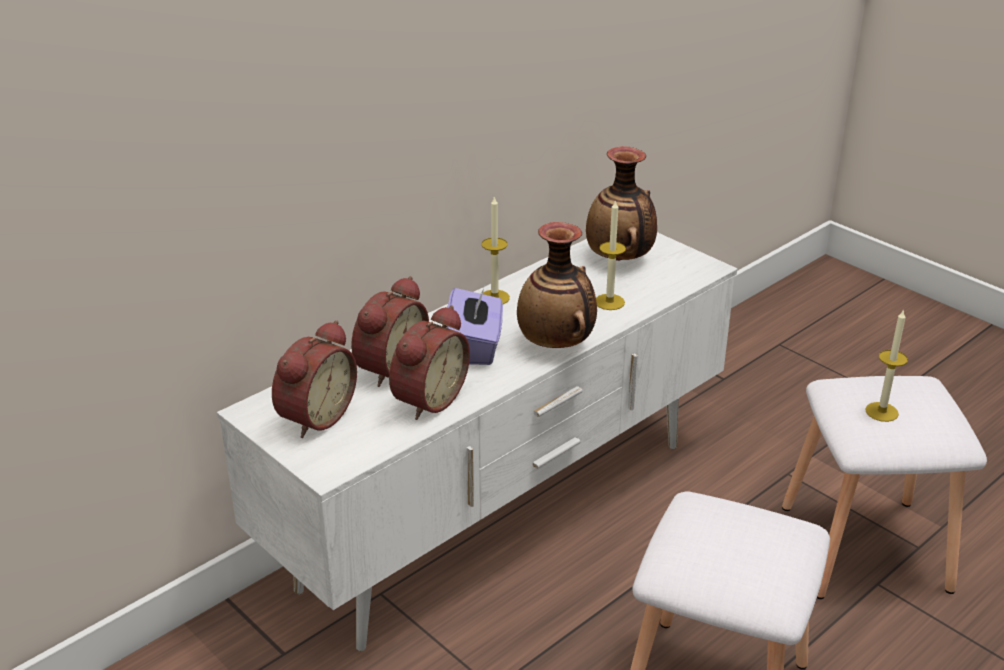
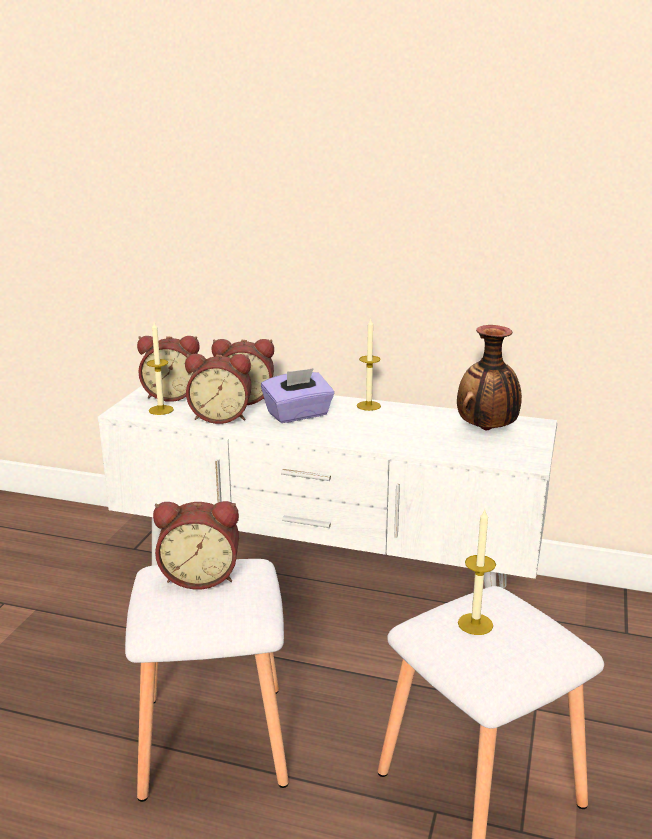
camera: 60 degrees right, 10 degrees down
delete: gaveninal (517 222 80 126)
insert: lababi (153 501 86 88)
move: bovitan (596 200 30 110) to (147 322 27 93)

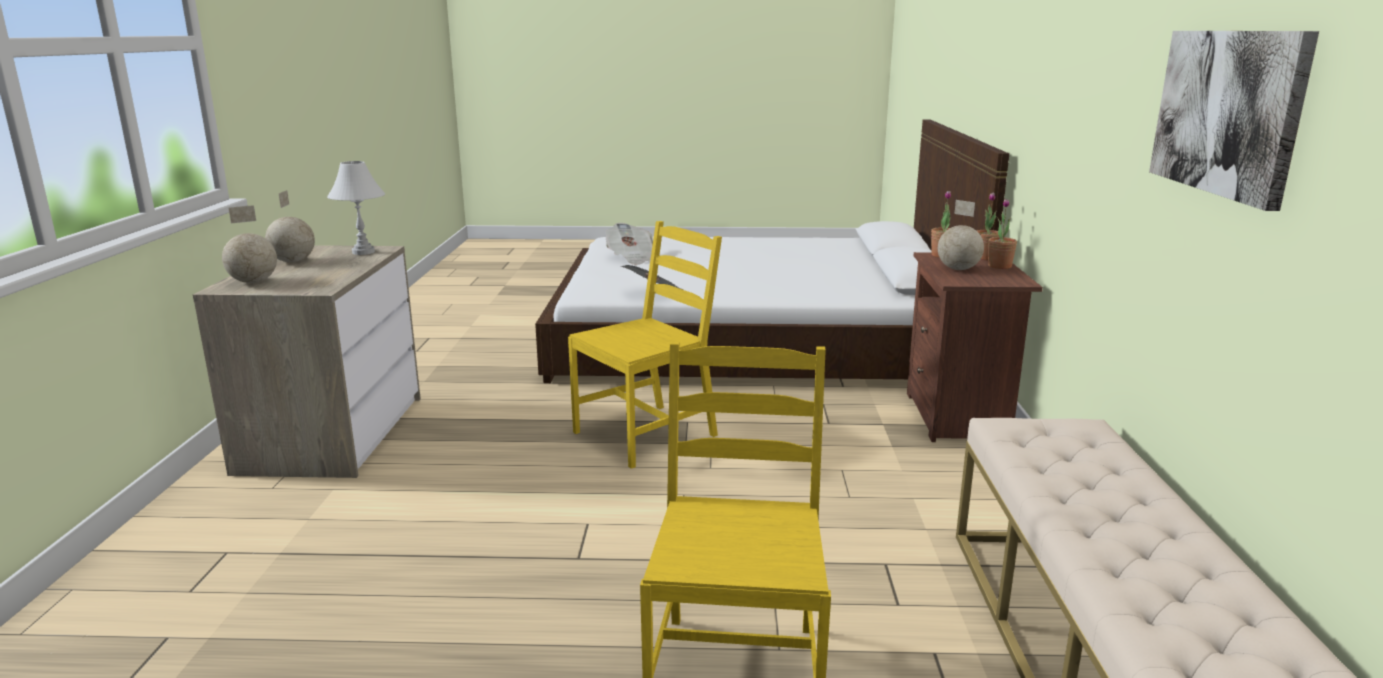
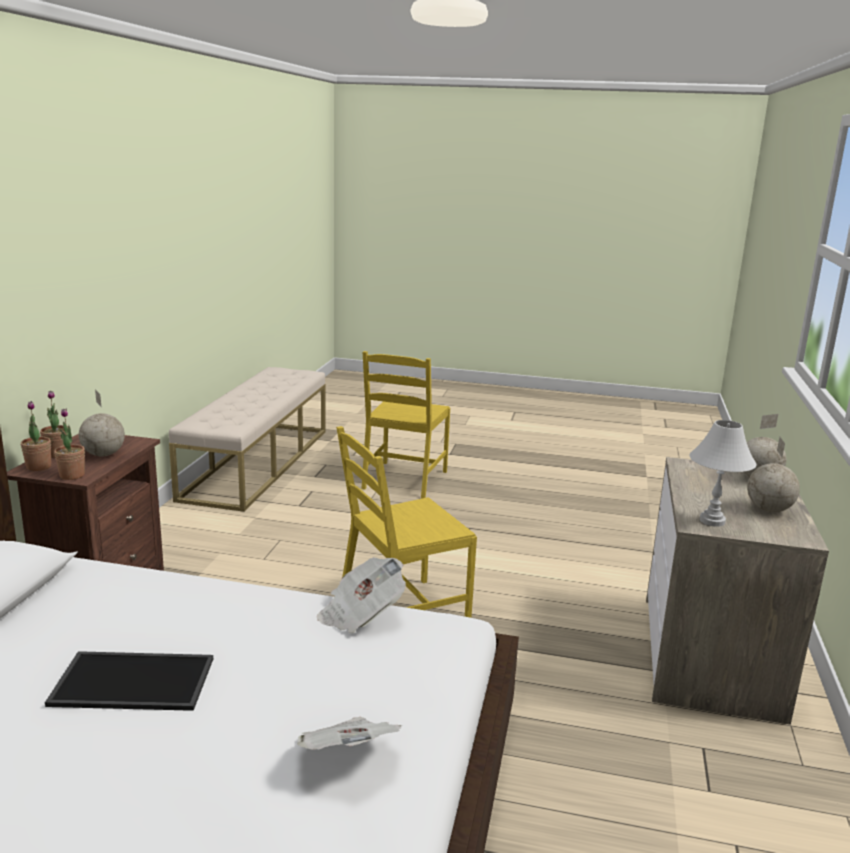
camera: 170 degrees left, 0 degrees up
delete: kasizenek (1149 31 170 180)
insert: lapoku (45 651 168 60)

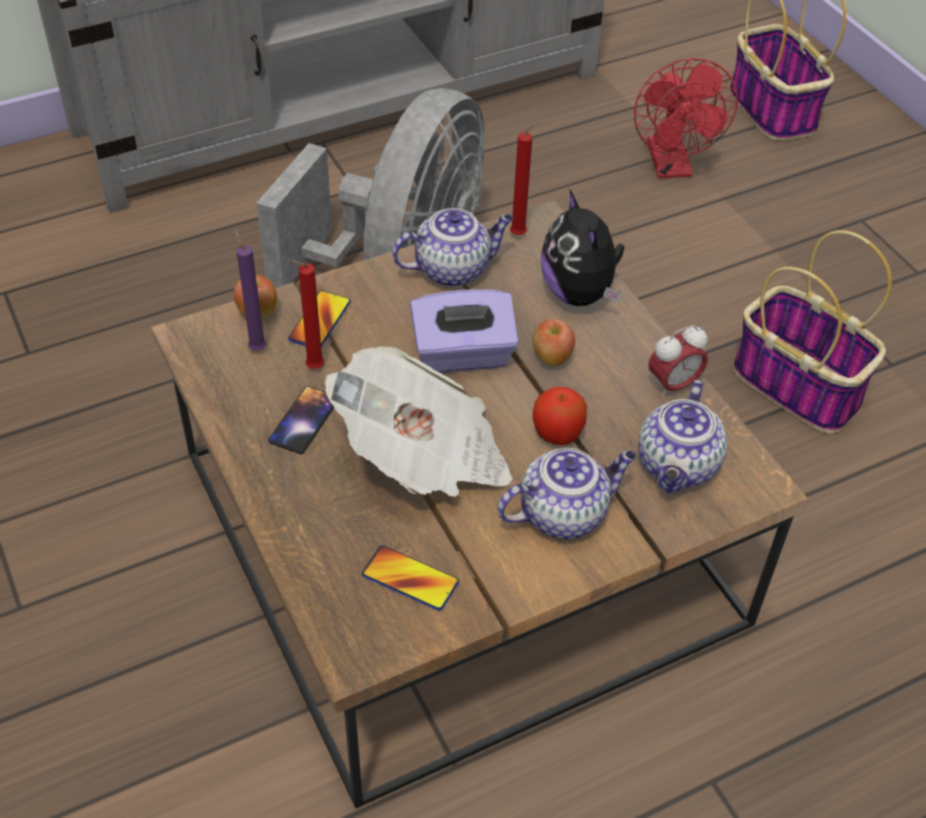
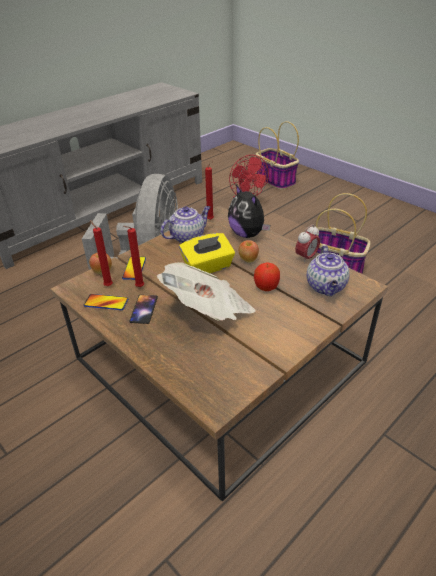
camera: 15 degrees left, 10 degrees down
delete: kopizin (497 448 139 91)
move: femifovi (362 545 97 65) to (84 294 44 16)
recolor: bovitan (purple) (235 229 32 122) to bovitan (red) (90 220 23 66); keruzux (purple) (410 289 109 84) to keruzux (yellow) (179 233 56 40)

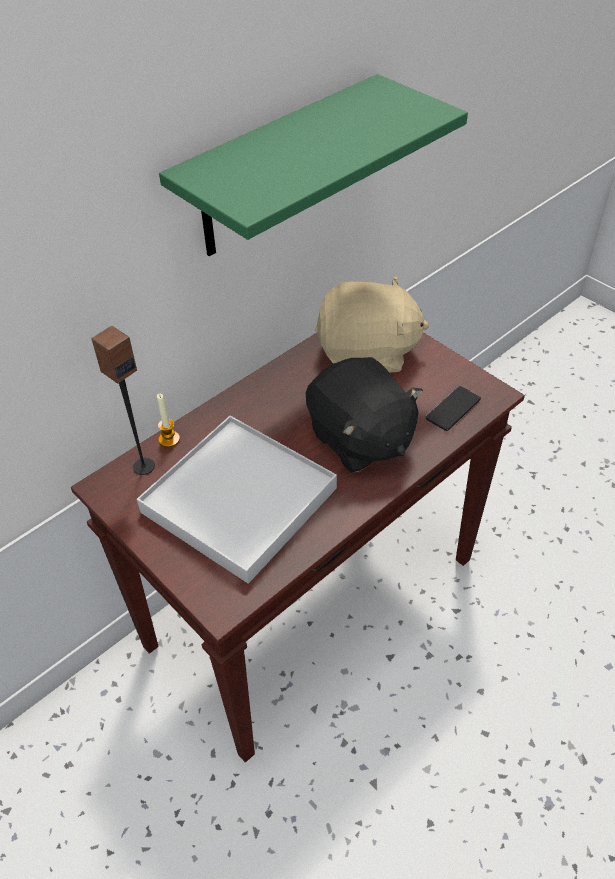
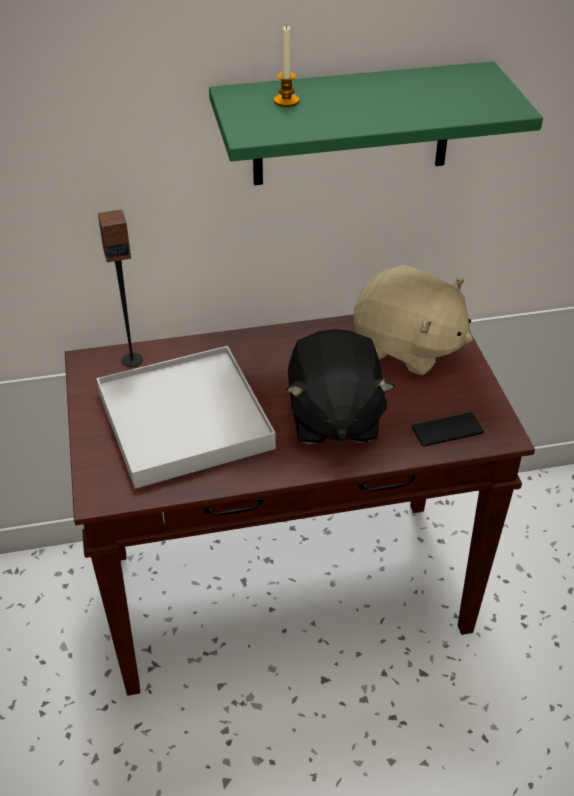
camera: 30 degrees right, 5 degrees down
move: bovitan (157 394 23 53) to (274 25 25 82)

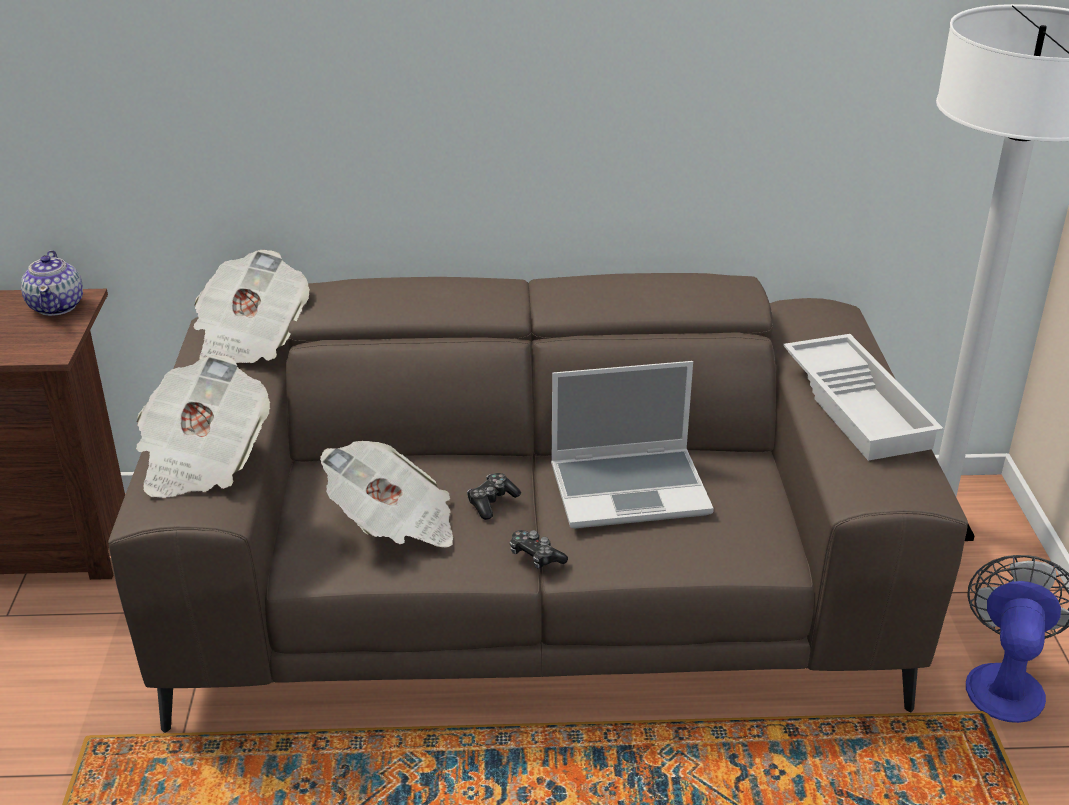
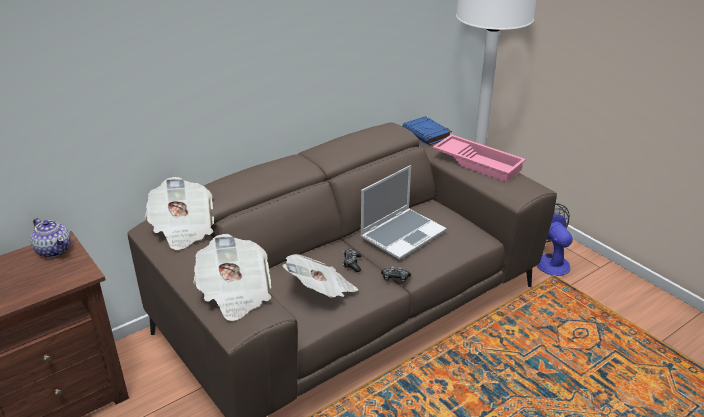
camera: 35 degrees left, 0 degrees up
insert: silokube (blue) (403 116 49 29)
recolor: lapoku (white) (783 334 161 127) to lapoku (pink) (433 134 93 49)

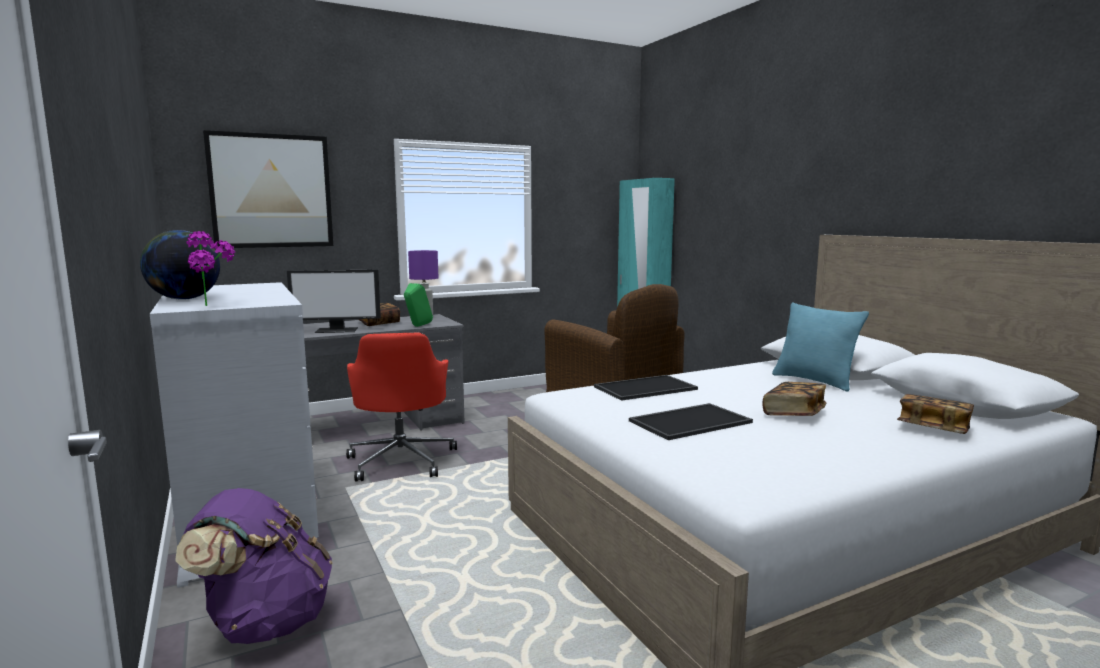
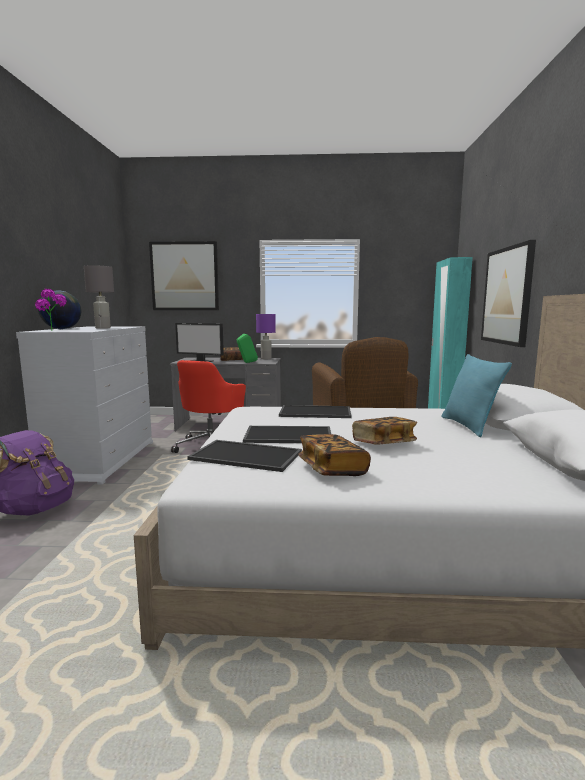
camera: 30 degrees right, 0 degrees up
insert: kasizenek (481 240 55 107); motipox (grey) (84 265 30 64); lapoku (187 440 115 32)
move: silokube (897 394 77 40) to (298 434 73 42)

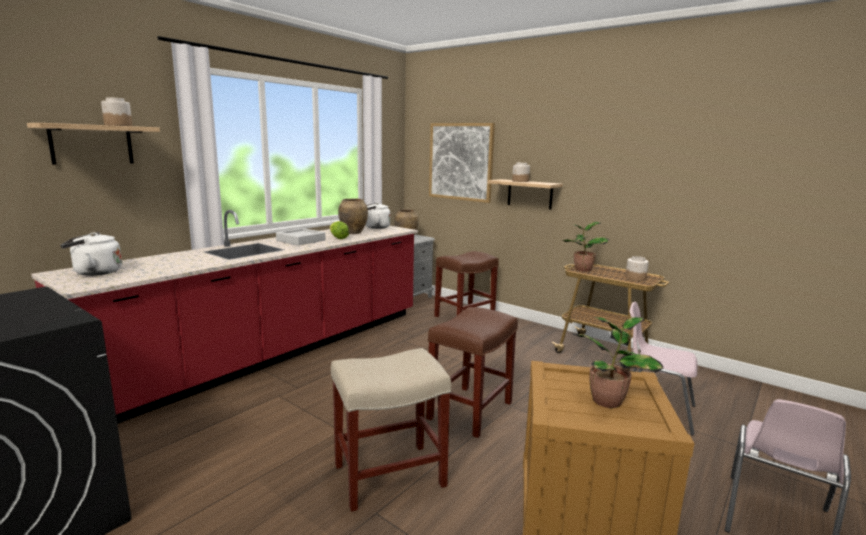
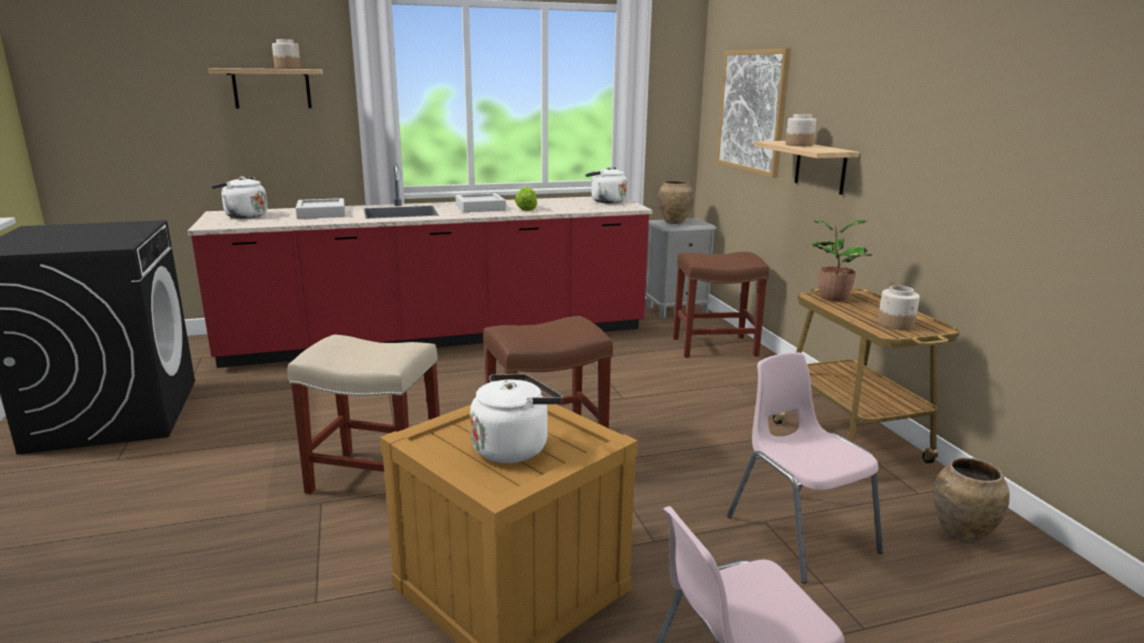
camera: 35 degrees right, 5 degrees up
insert: lapoku (grey) (295 198 50 21)
move: gaveninal (brown) (338 198 30 36) to (933 457 77 86)
replace: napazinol (572 317 91 91) to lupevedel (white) (470 374 93 89)

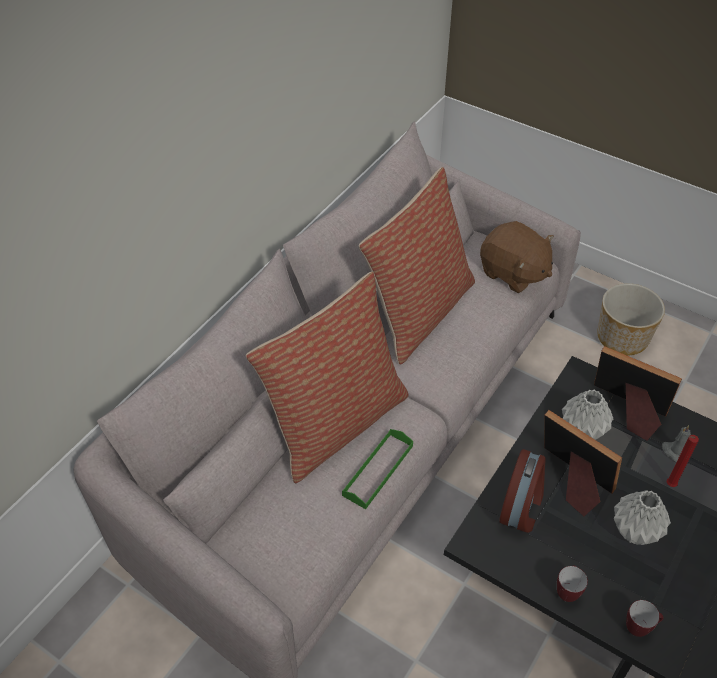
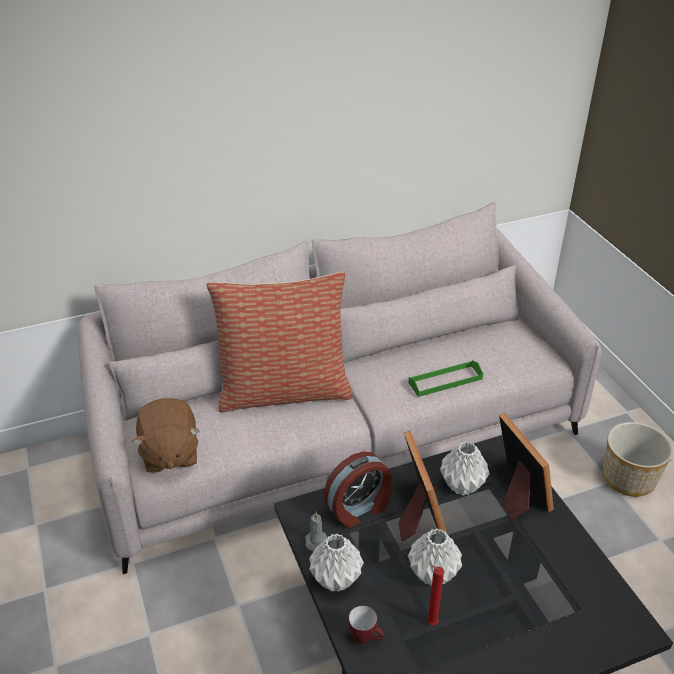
camera: 35 degrees right, 10 degrees down
delete: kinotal (358 167 117 198)
move: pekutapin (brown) (480 221 74 72) to (132 398 68 75); bovitan (grey) (662 425 29 37) to (305 512 22 40); lapoku (green) (342 429 71 80) to (409 360 74 37); bovitan (red) (667 435 32 52) to (427 564 17 62)
replace: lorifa (557 565 31 37) to gaveninal (grey) (309 534 55 58)

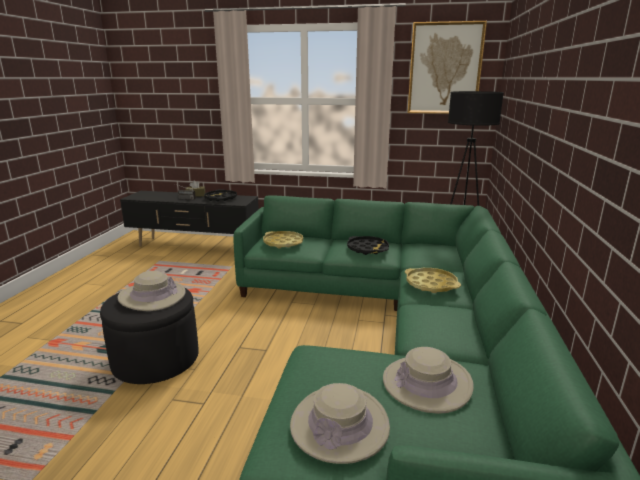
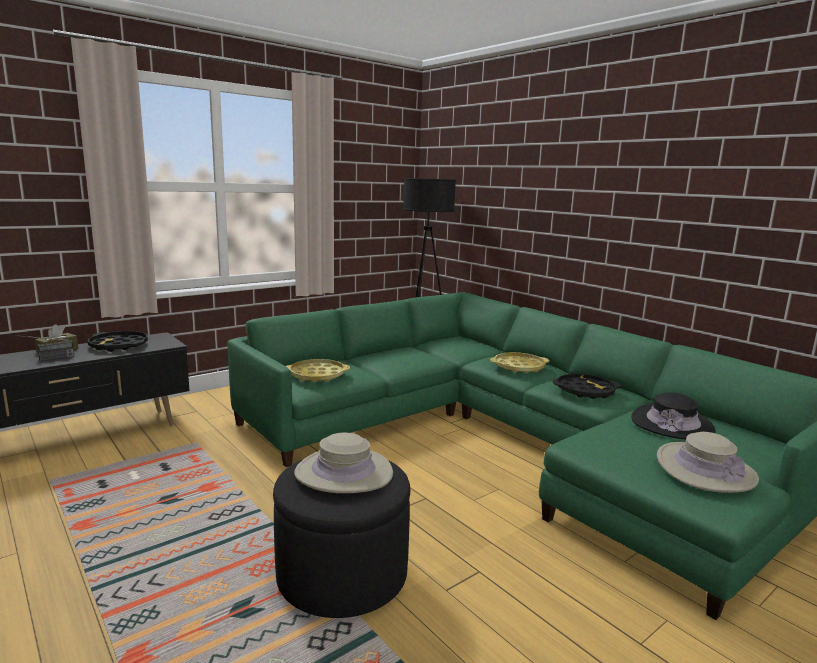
camera: 50 degrees left, 5 degrees down
delete: kasizenek (408 21 79 93)
move: lapoku (black) (347 236 42 19) to (552 374 69 25)
recolor: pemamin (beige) (383 347 91 67) to pemamin (black) (631 392 85 47)

